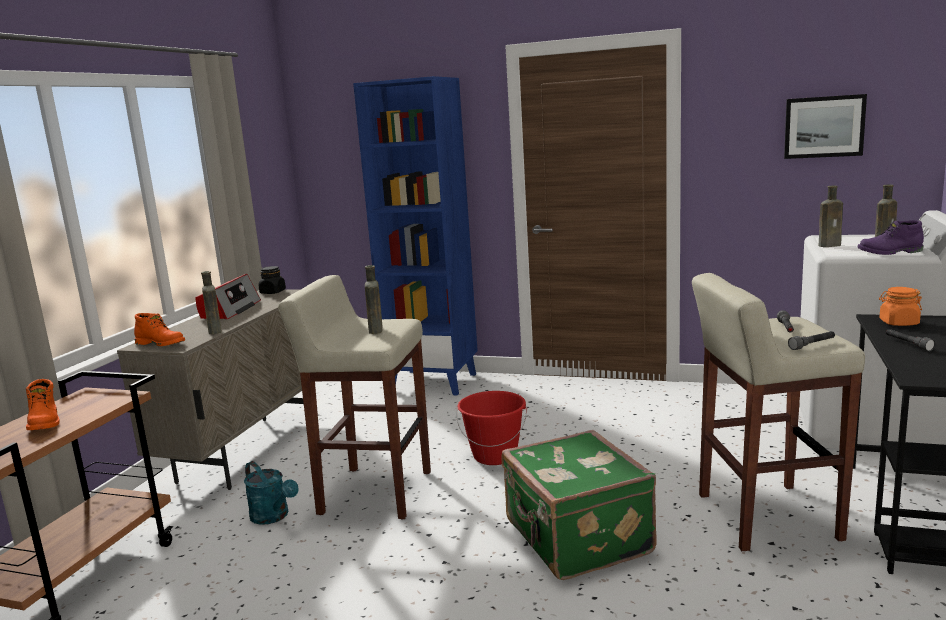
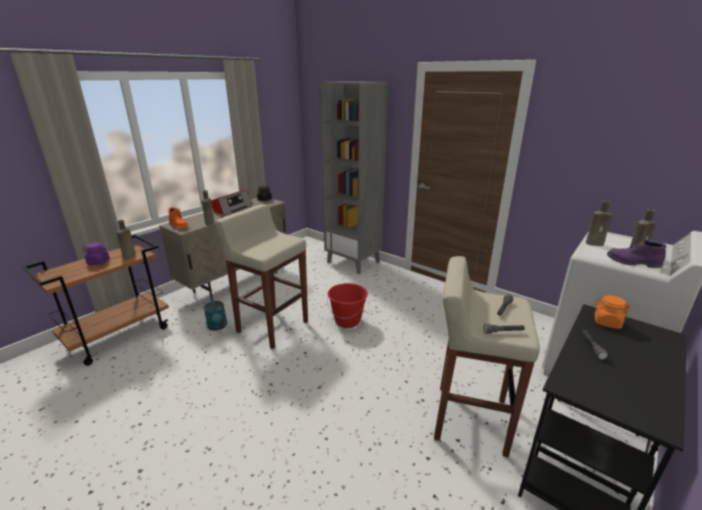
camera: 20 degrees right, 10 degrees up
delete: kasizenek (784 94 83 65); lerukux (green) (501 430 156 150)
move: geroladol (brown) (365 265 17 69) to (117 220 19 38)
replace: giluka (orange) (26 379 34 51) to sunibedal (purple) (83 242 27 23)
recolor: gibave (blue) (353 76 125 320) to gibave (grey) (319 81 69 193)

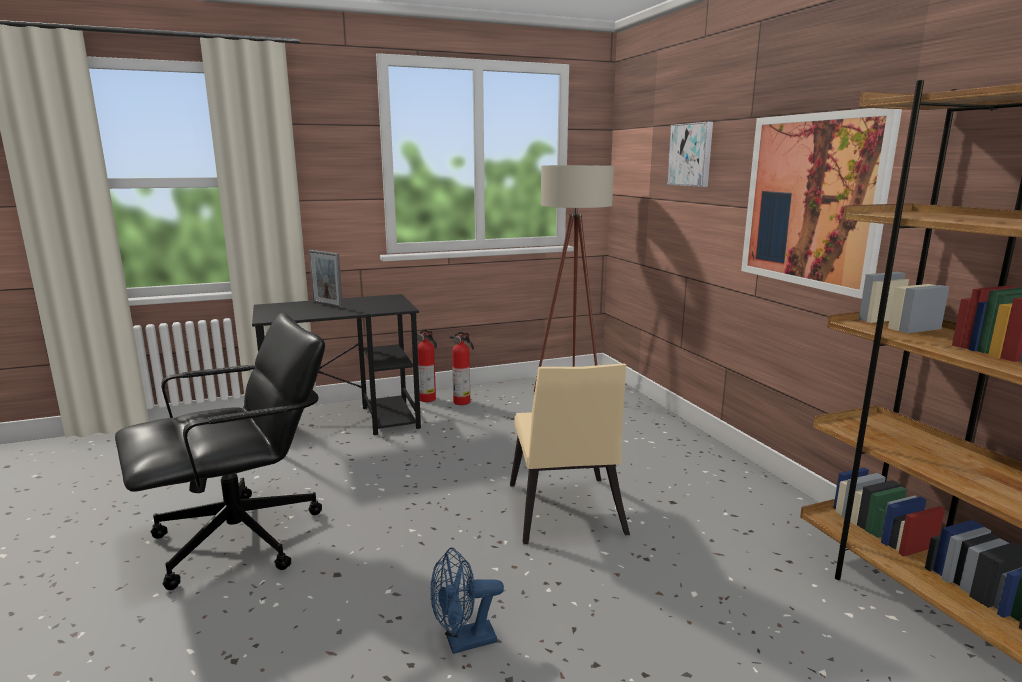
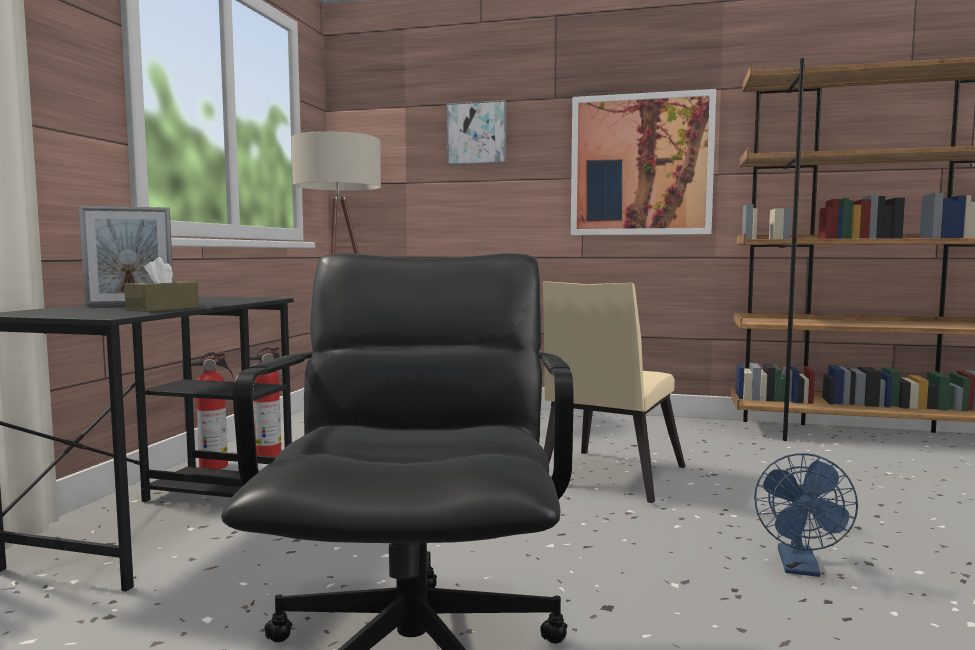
camera: 55 degrees left, 10 degrees down
insert: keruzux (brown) (124 257 75 55)
rotate: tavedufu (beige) (510 363 120 181) = (543 281 143 222) 90 degrees clockwise

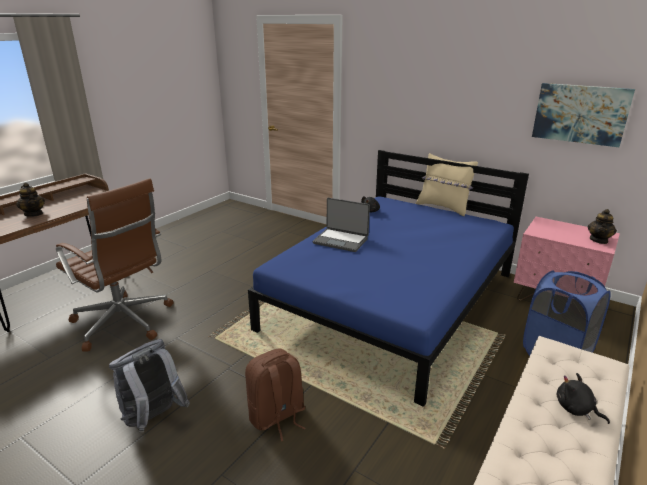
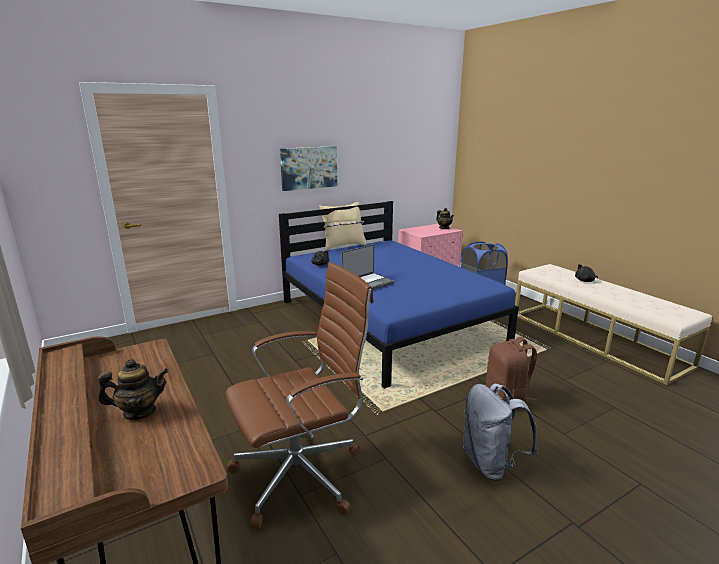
camera: 65 degrees left, 5 degrees down
move: kasizenek (532 83 103 64) to (280 146 57 45)

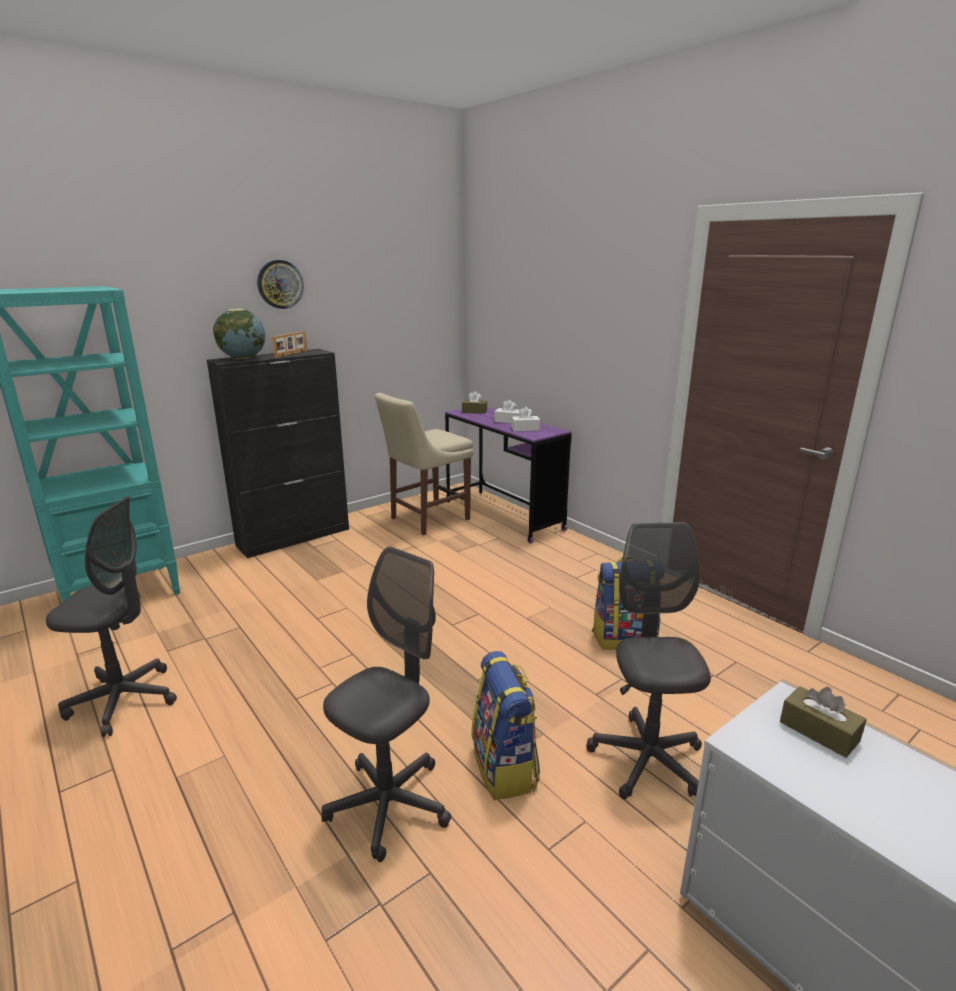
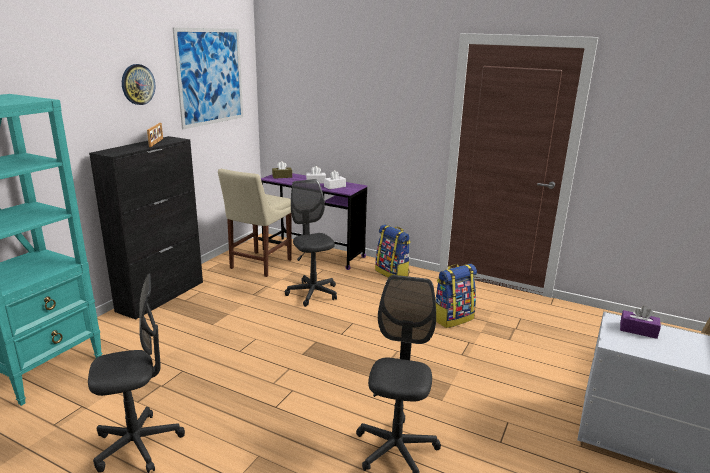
camera: 25 degrees left, 0 degrees up
delete: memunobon (213 309 52 50)
insert: kasizenek (173 28 70 101)
move: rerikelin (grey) (586 522 125 278) to (285 179 52 128); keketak (472 651 68 149) to (375 224 36 54)
recolor: keruzux (brown) (780 686 87 72) to keruzux (purple) (620 306 41 33)

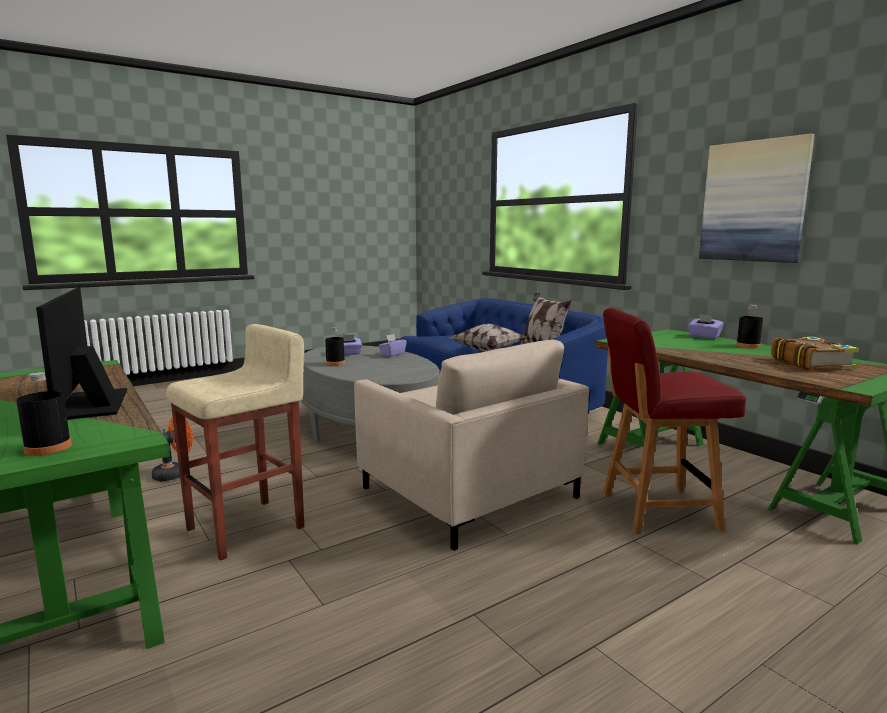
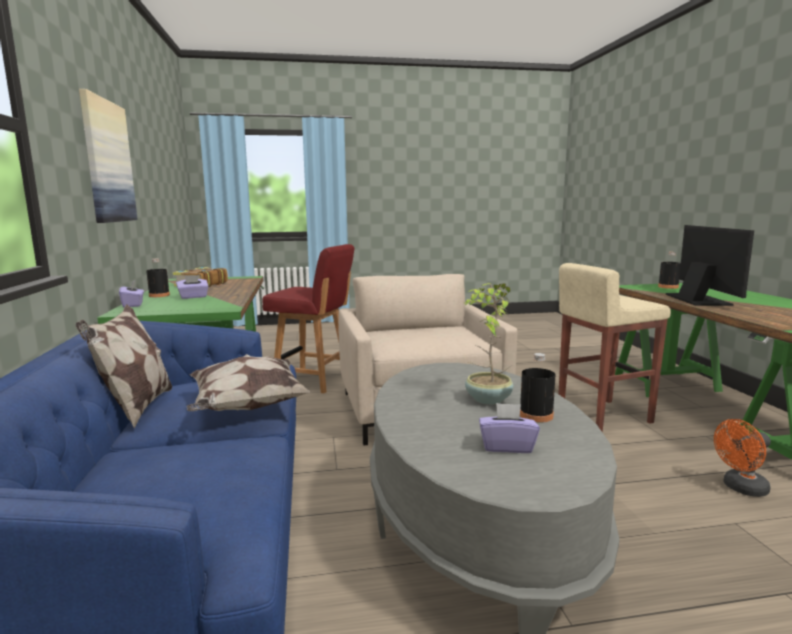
camera: 155 degrees left, 0 degrees up
insert: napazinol (463 283 51 122)
move: keruzux (purple) (378 334 29 23) to (176 275 33 24)

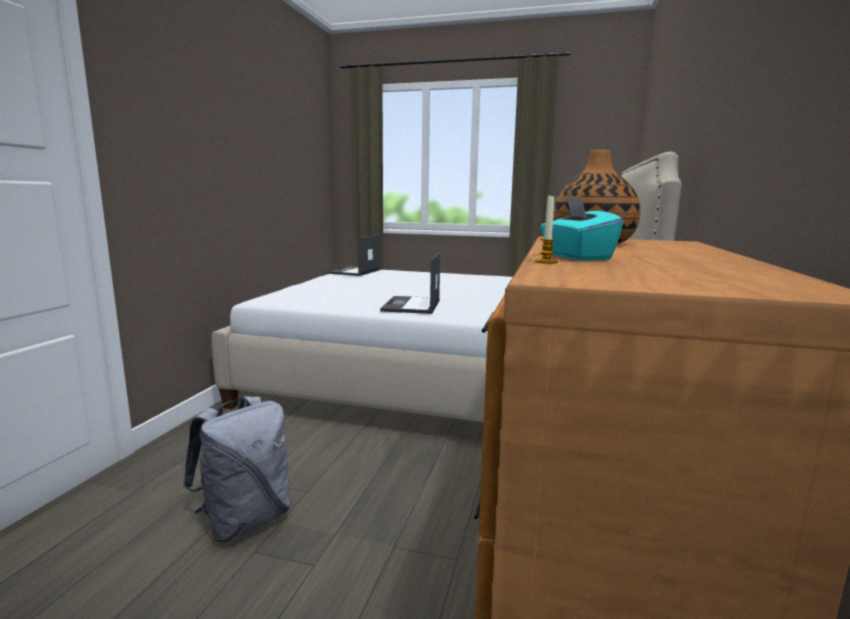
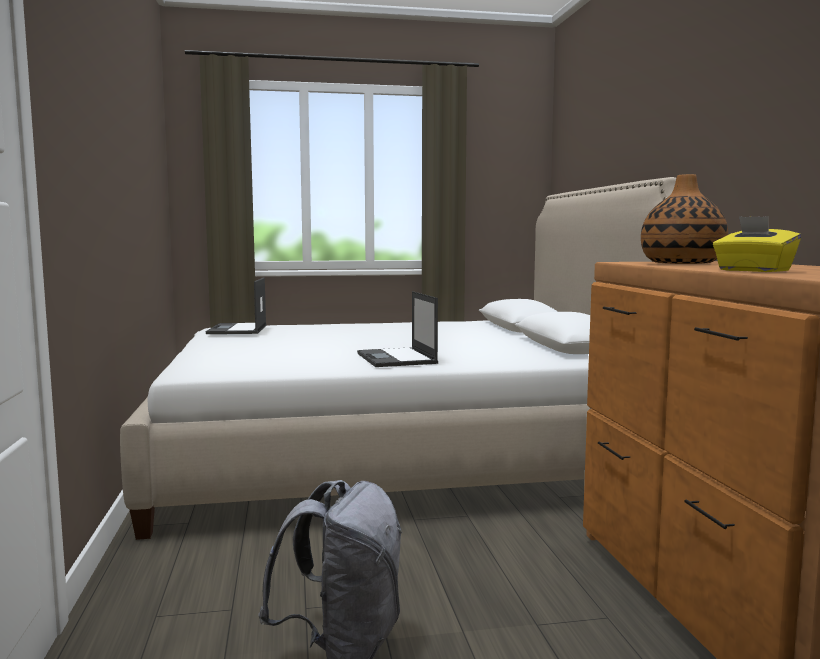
camera: 25 degrees left, 5 degrees down
delete: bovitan (535 195 23 69)
recolor: keruzux (turquoise) (541 197 82 63) to keruzux (yellow) (713 216 88 56)

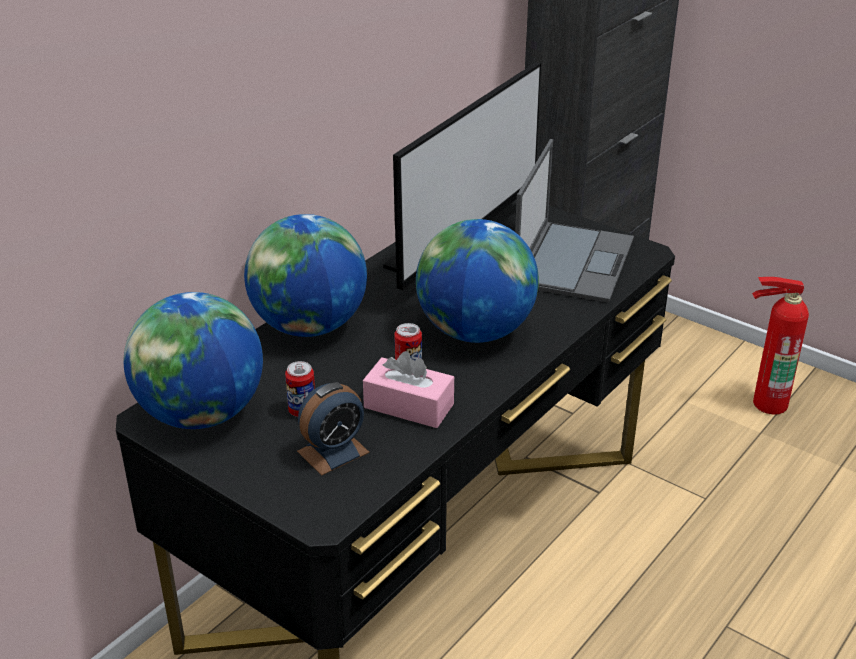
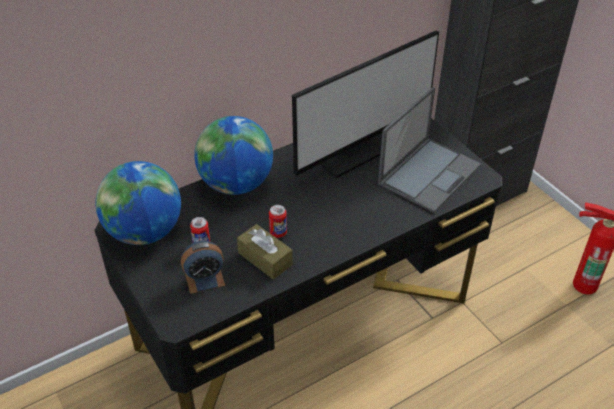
camera: 20 degrees right, 10 degrees up
delete: memunobon (416 219 123 124)
recolor: keruzux (pink) (363 351 91 77) to keruzux (brown) (237 224 56 55)

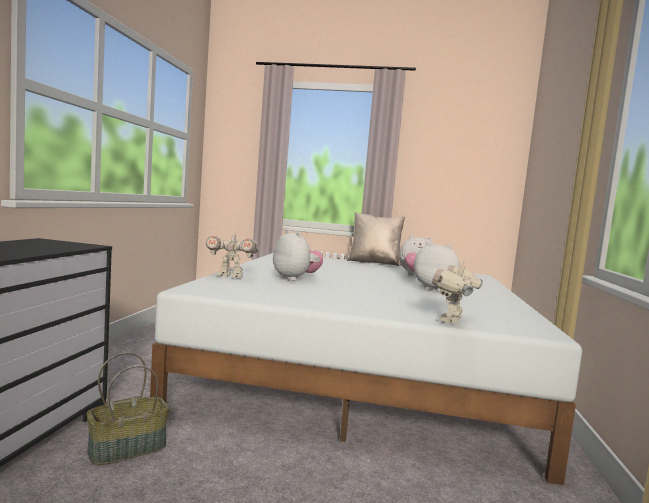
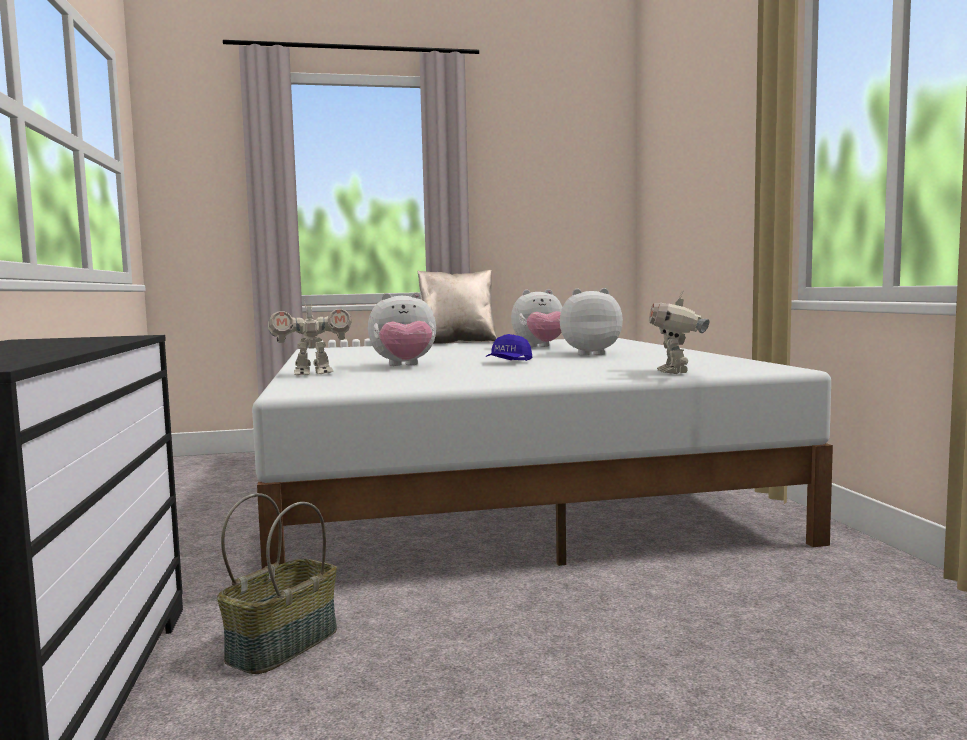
camera: 20 degrees left, 0 degrees up
insert: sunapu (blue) (486 334 46 27)
rotate: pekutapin (273 230 50 51) = (368 292 68 74) 135 degrees clockwise

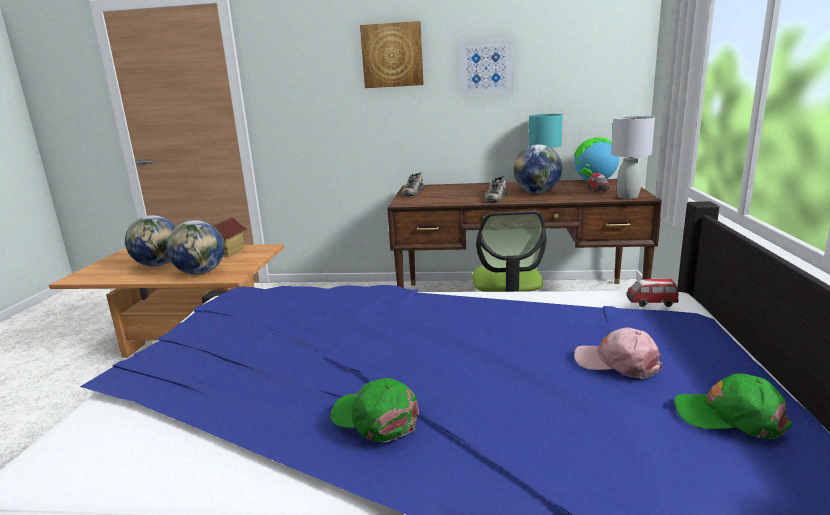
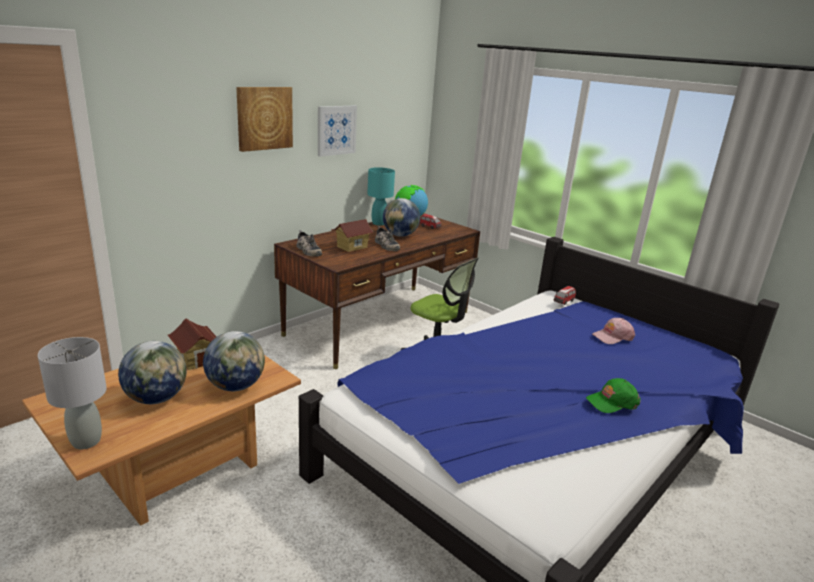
camera: 55 degrees left, 5 degrees up
delete: sunapu (green) (674 373 119 66)
insert: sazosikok (331 219 43 33)
move: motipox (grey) (611 116 44 83) to (38 337 69 112)

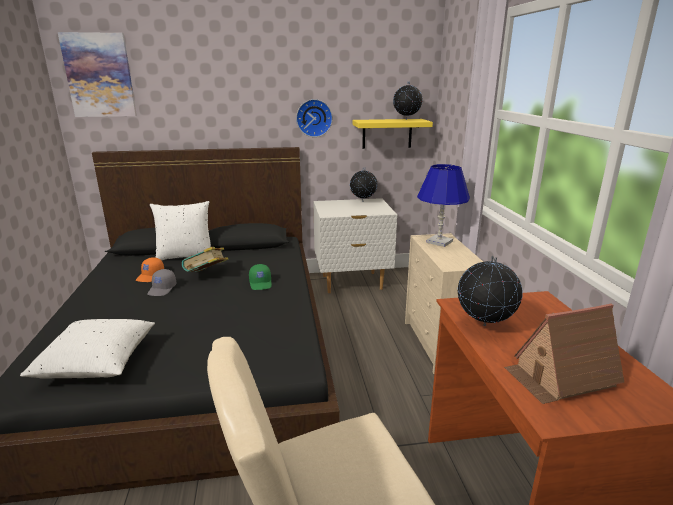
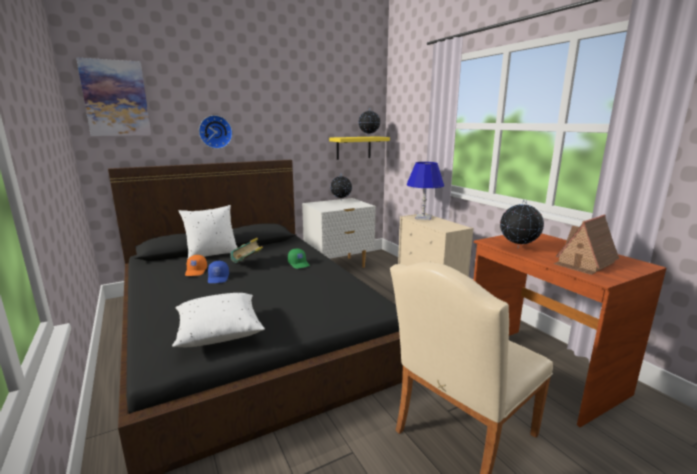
camera: 20 degrees left, 5 degrees down
move: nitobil (296 99 37 38) to (199 115 34 34)
recolor: sunapu (grey) (147 269 29 27) to sunapu (blue) (208 261 21 22)

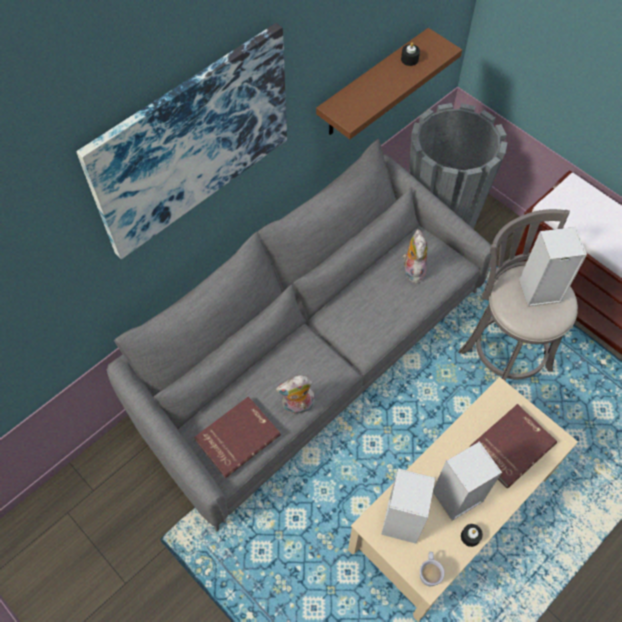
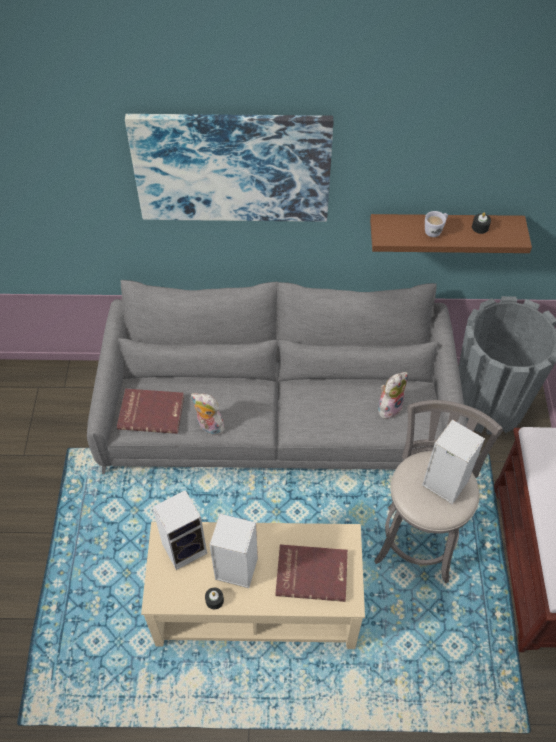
camera: 45 degrees right, 5 degrees down
move: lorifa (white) (420 552 25 34) to (425 211 23 26)

